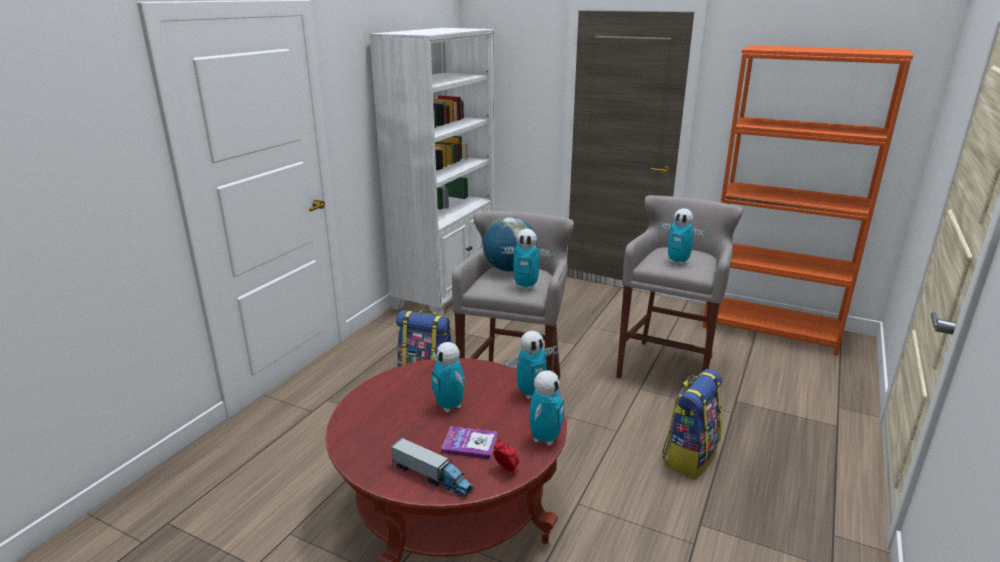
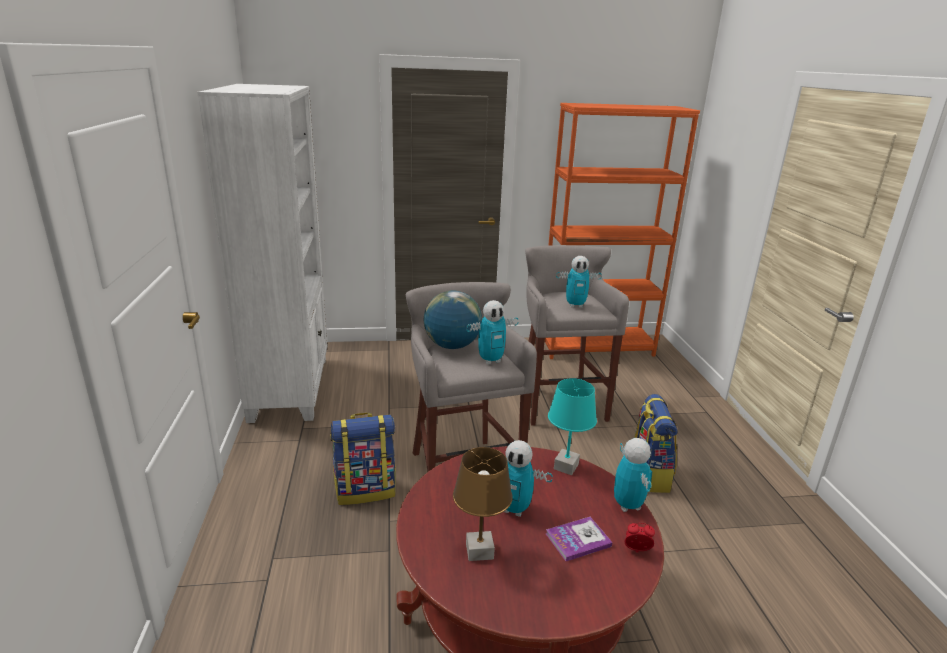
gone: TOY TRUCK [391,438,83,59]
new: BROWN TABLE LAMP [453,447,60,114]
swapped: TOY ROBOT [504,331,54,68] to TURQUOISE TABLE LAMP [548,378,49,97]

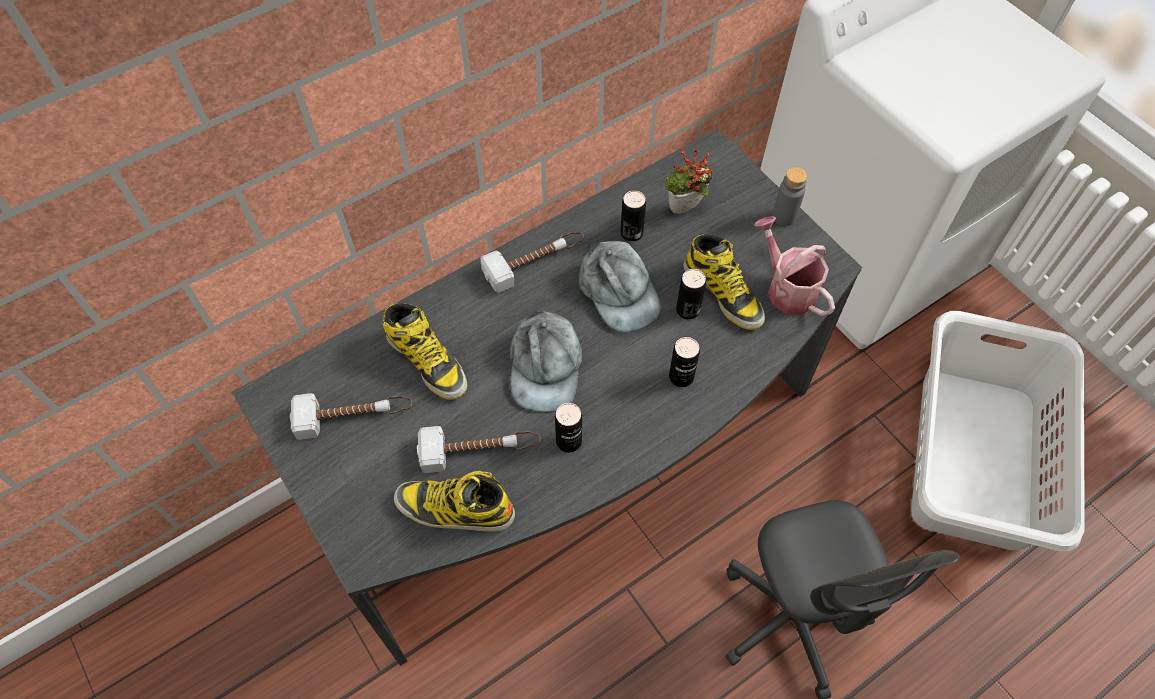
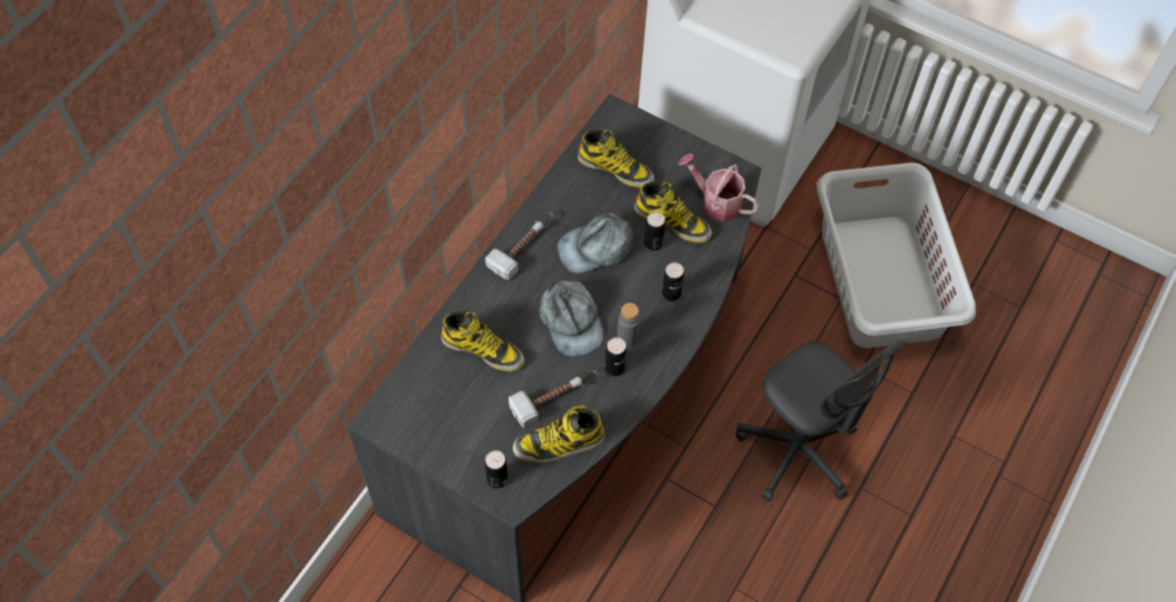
gone: HAMMER [290,393,123,47]
shifted: CAN [620,191,26,51] to [485,450,23,38]; GREY BOTTLE [772,167,35,59] to [617,303,23,44]
swapped: POTTED PLANT [665,148,48,66] to BOOT [578,130,76,58]
rotated: GREY CAP [579,241,82,91] = [557,213,78,61] 120 degrees clockwise

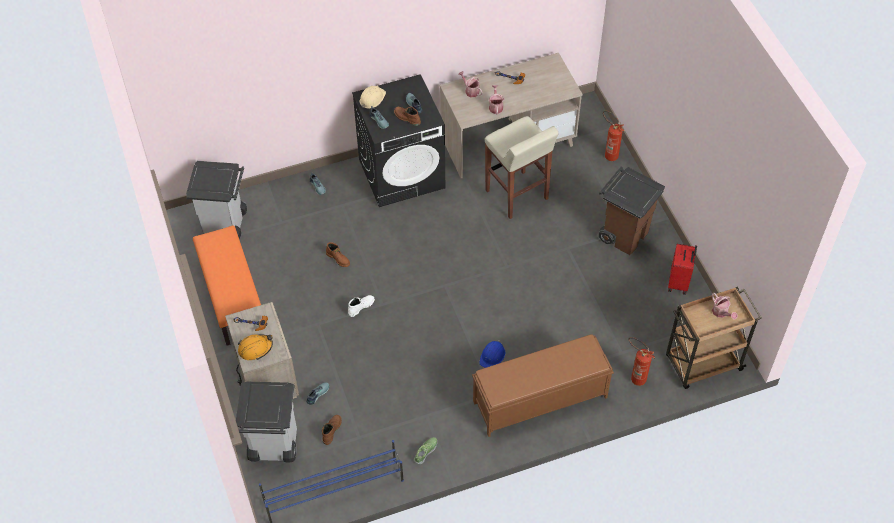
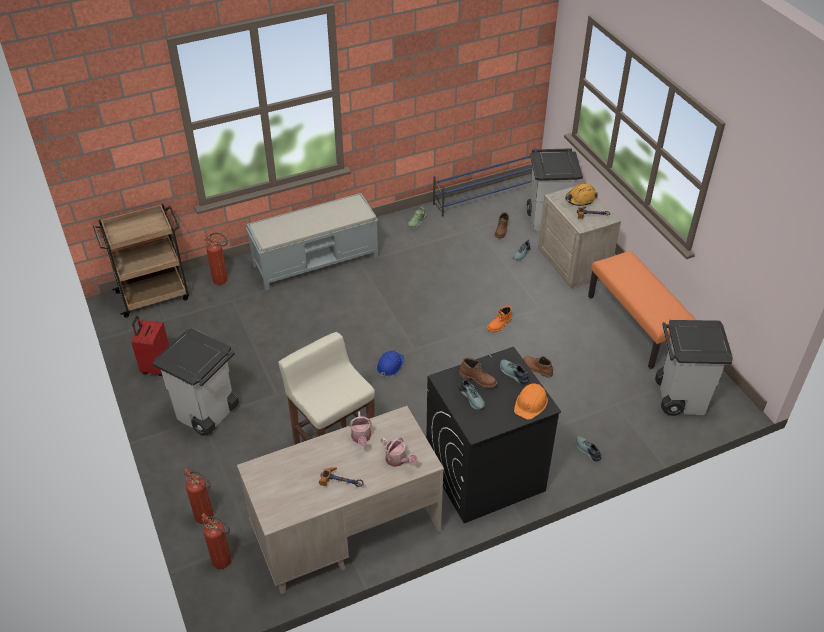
gone: WATERING CAN [712,293,26,26]
new: FIRE EXTINGUISHER [201,513,31,56]
shifted: BLUE HARD HAT [479,340,27,28] to [377,350,27,26]
repainted: WHITE BOOT [348,295,27,22] to ORANGE BOOT [487,306,25,26]; BEIGE HARD HAT [360,86,26,23] to ORANGE HARD HAT [514,384,34,36]; BROWN BENCH [472,334,142,103] to GREY BENCH [246,193,132,97]; BROWN TRASH CAN [599,166,66,89] to GREY TRASH CAN [152,328,87,108]

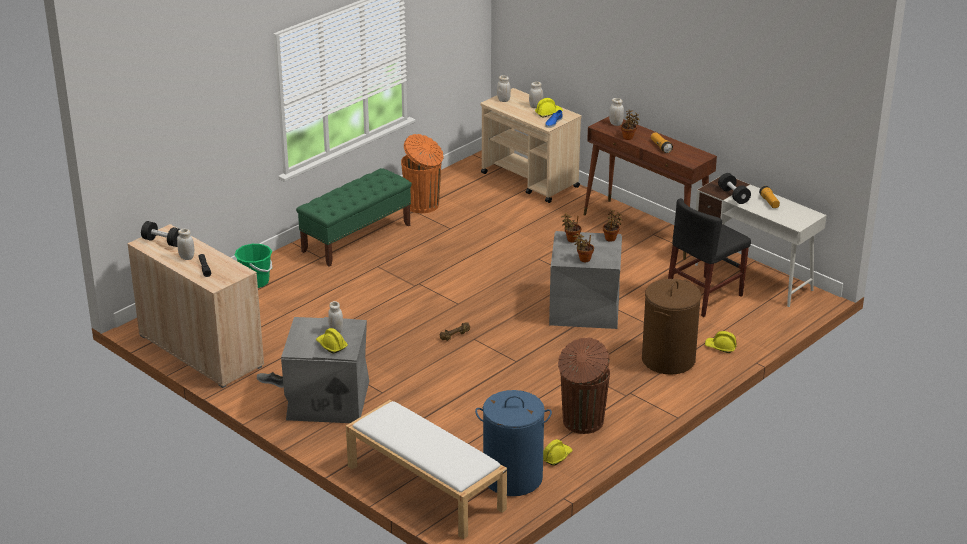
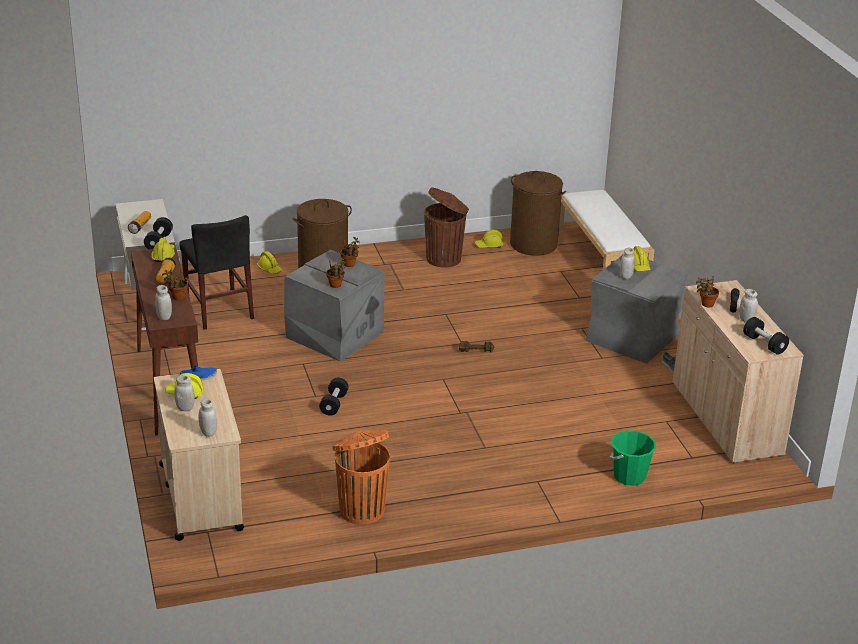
gone: GREEN BENCH [296,168,116,99]
new: YELLOW HARD HAT [152,238,23,24]; BLACK DUMBBELL [319,378,30,38]
shifted: POTTED PLANT [603,209,20,33] to [696,276,23,32]
repainted: BLUE LAUNDRY BASKET [475,390,77,106] to BROWN LAUNDRY BASKET [510,171,56,85]
rotated: BLACK CHAIR [668,198,83,119] = [179,215,75,115] 75 degrees clockwise

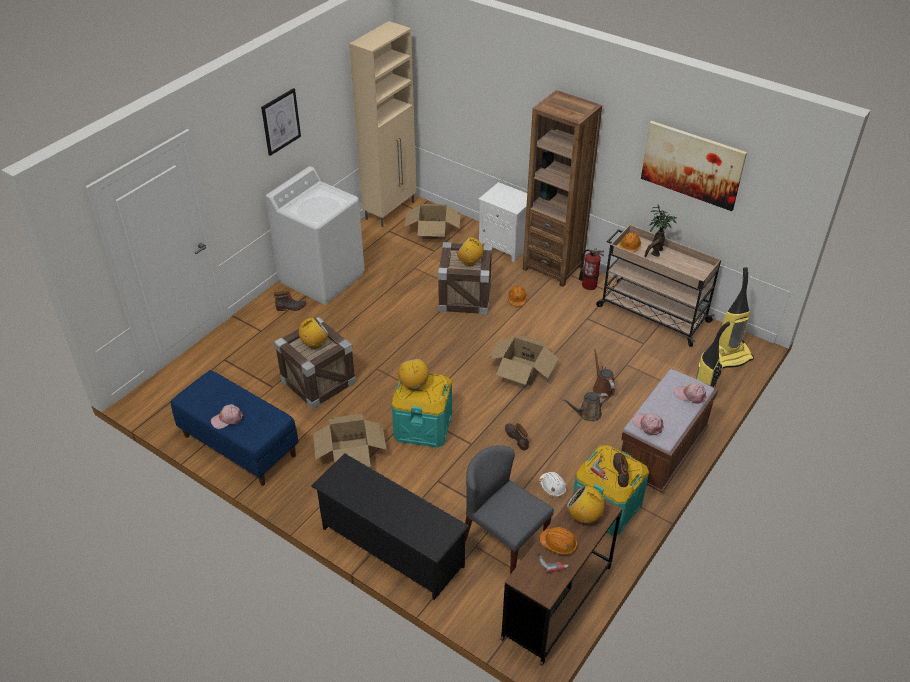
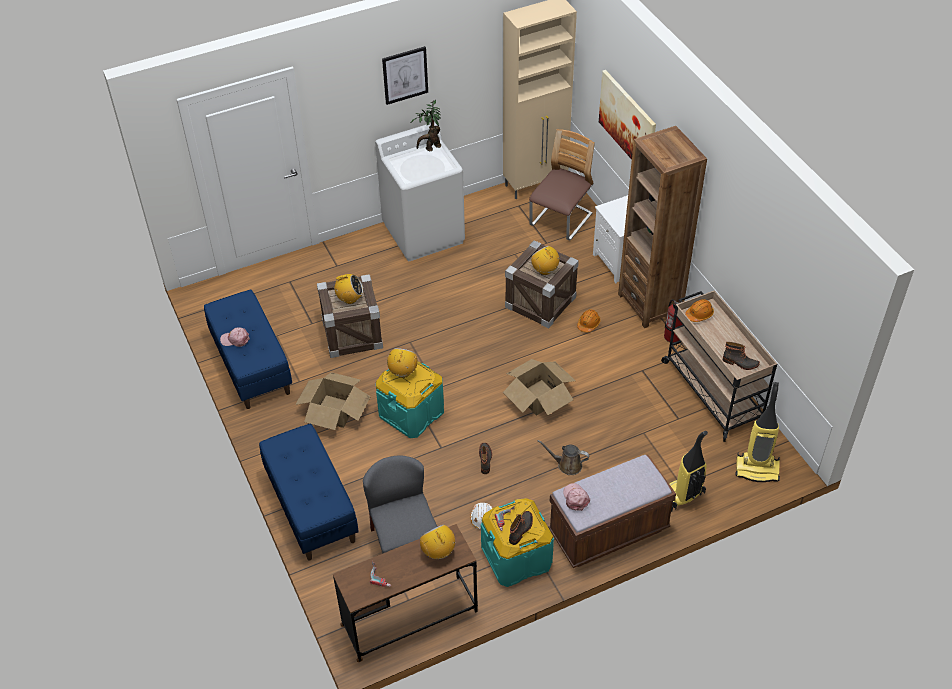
gone: ORANGE HARD HAT [540,527,37,28]; BROWN WATERING CAN [593,349,22,49]; PINK CAP [675,383,32,21]
shifted: BOOT [274,291,32,20] to [723,342,37,28]; PICTURE [641,121,106,90] to [599,70,57,90]; POTTED PLANT [644,204,33,54] to [411,100,30,51]
swapped: BLACK SHOE RACK [311,453,158,147] to BLUE BENCH [259,424,100,137]; CARDBOARD BOX [405,204,56,36] to CHAIR [529,129,66,112]

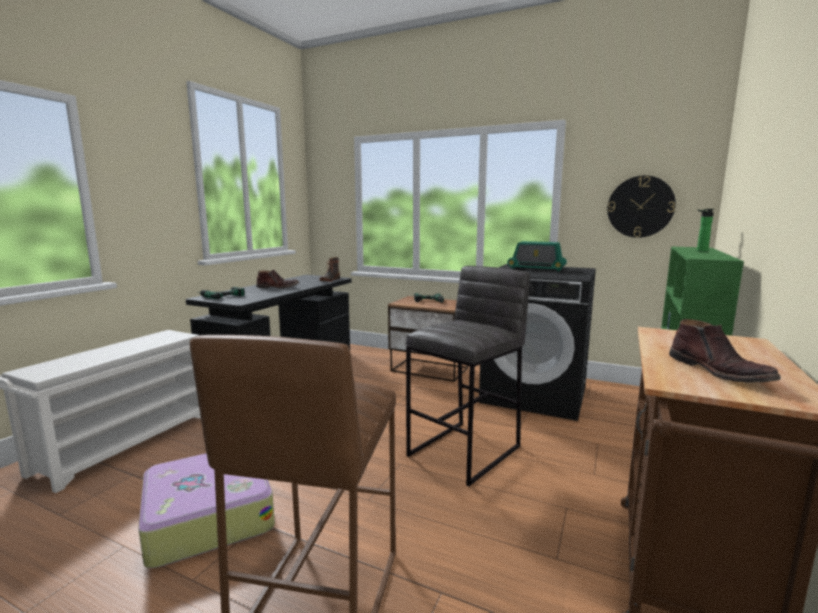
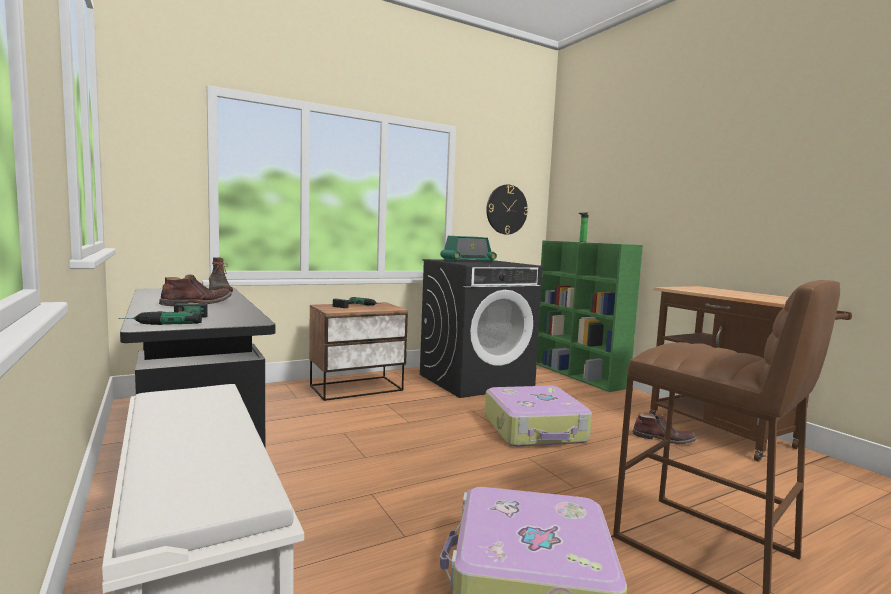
shifted: BROWN BOOT [669,319,112,64] to [632,412,66,32]
swapped: GREY STOOL [406,266,124,220] to SUITCASE [485,386,107,61]

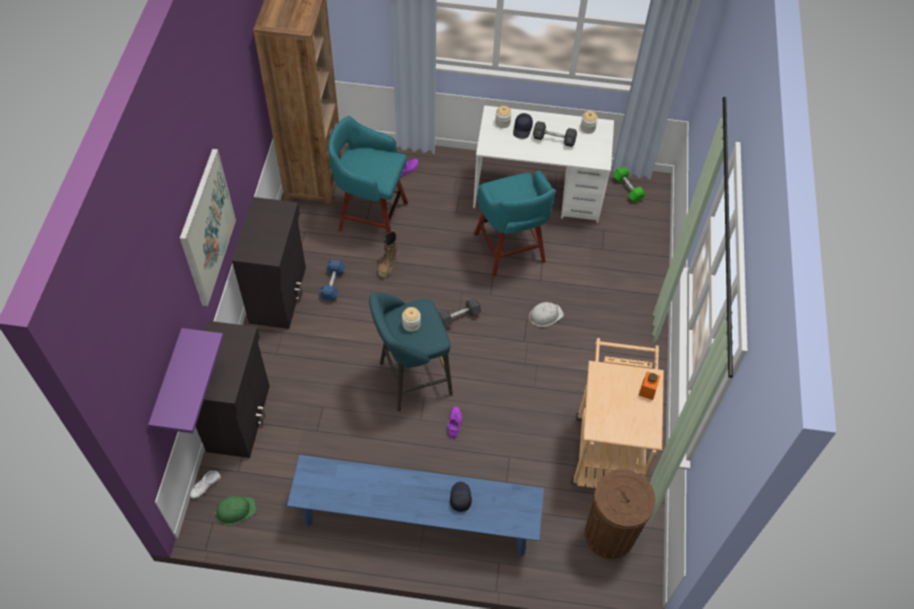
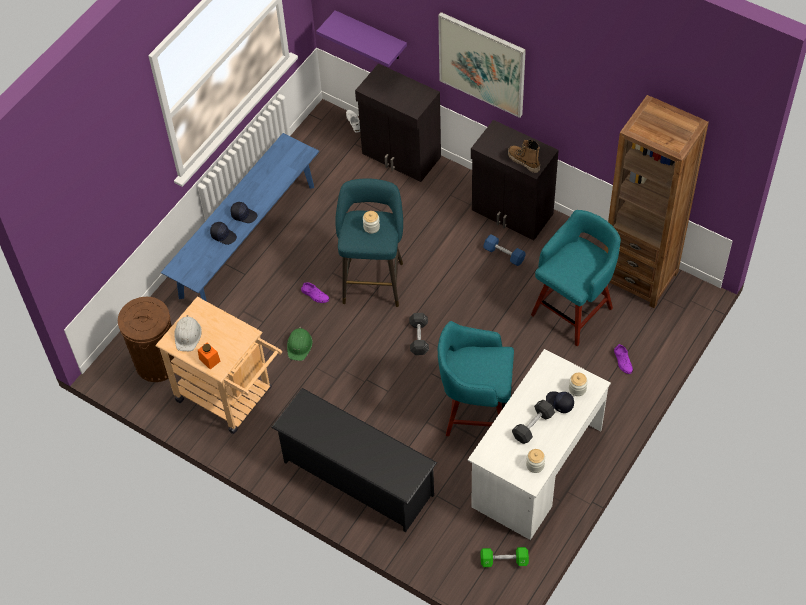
new: BLACK CAP [230,202,27,21]; BLACK SHOE RACK [271,388,166,144]
shifted: GREEN HARD HAT [214,496,42,29] to [287,327,26,34]; BOOT [377,230,20,48] to [508,140,32,33]; WHITE HARD HAT [529,302,35,25] to [174,315,28,36]

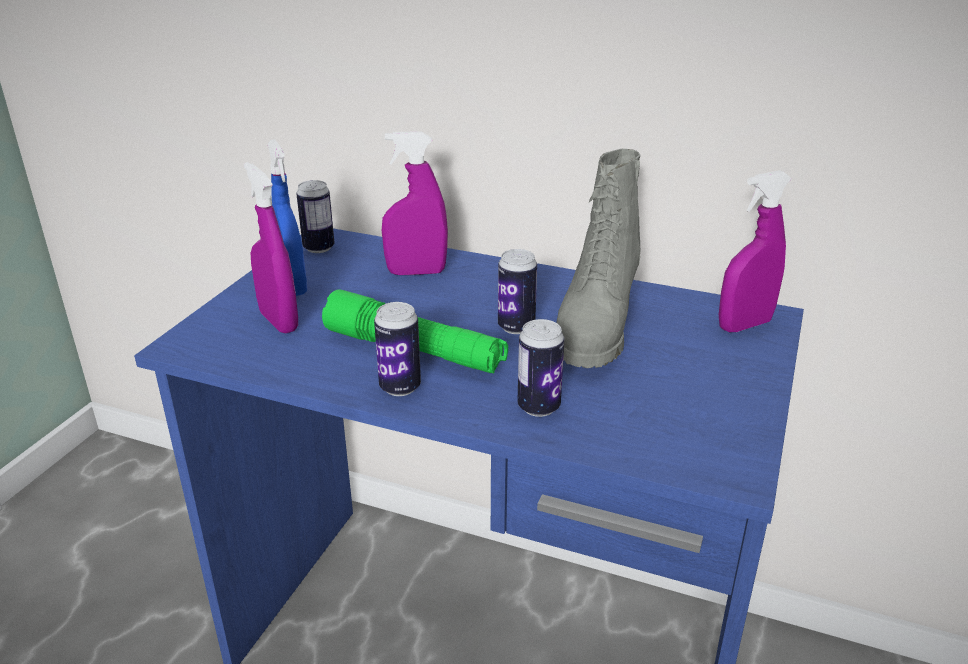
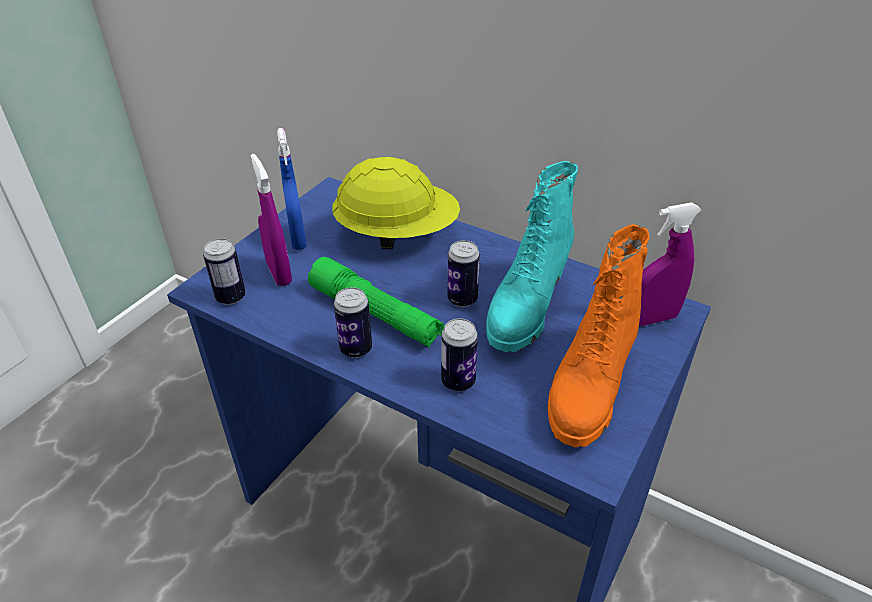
new: ORANGE BOOT [547,224,103,224]
shifted: CAN [296,180,39,73] to [203,238,42,67]
swapped: PURPLE SPRAY BOTTLE [382,132,66,143] to YELLOW HARD HAT [332,157,128,92]
repainted: GREY BOOT [556,149,85,219] to TURQUOISE BOOT [486,161,92,191]

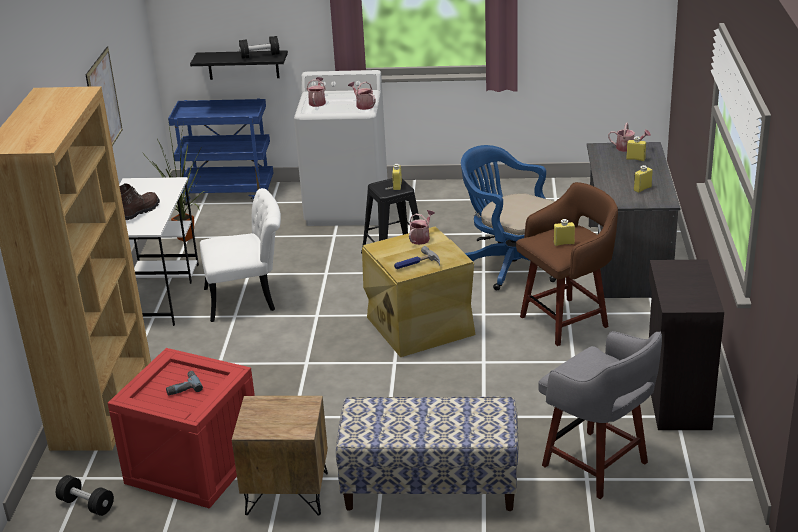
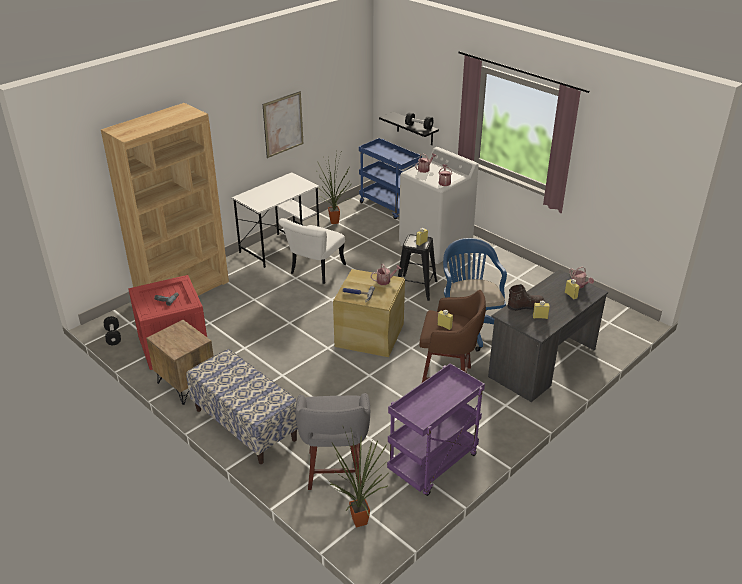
new: POTTED PLANT [329,427,59,100]
shifted: BROWN BOOT [119,183,41,37] to [507,284,37,27]
swapped: BLACK CABINET [649,259,75,171] to PURPLE CART [387,363,98,133]
rotated: WHITE CHAIR [200,188,81,134] = [278,218,68,66] 90 degrees clockwise

